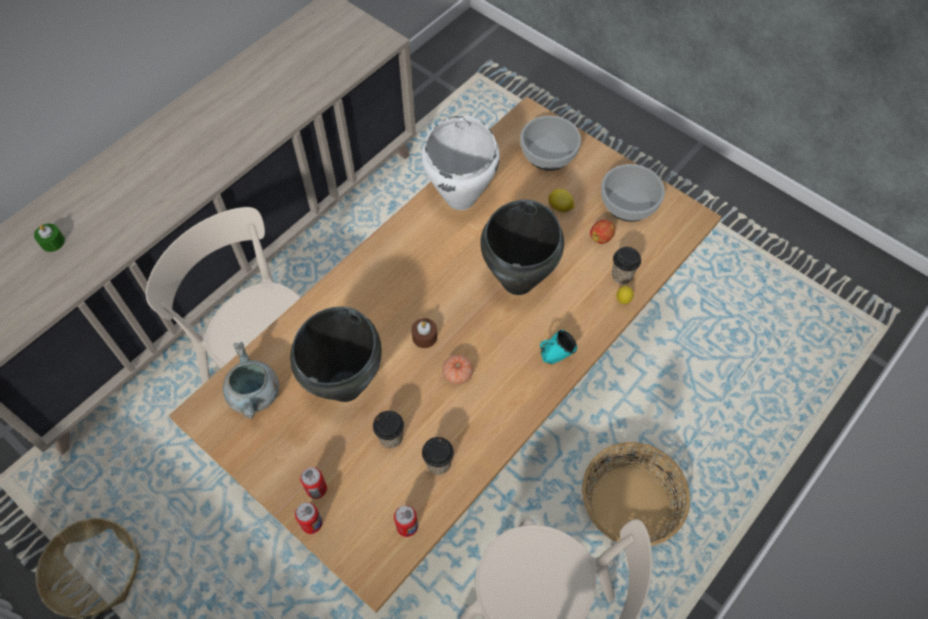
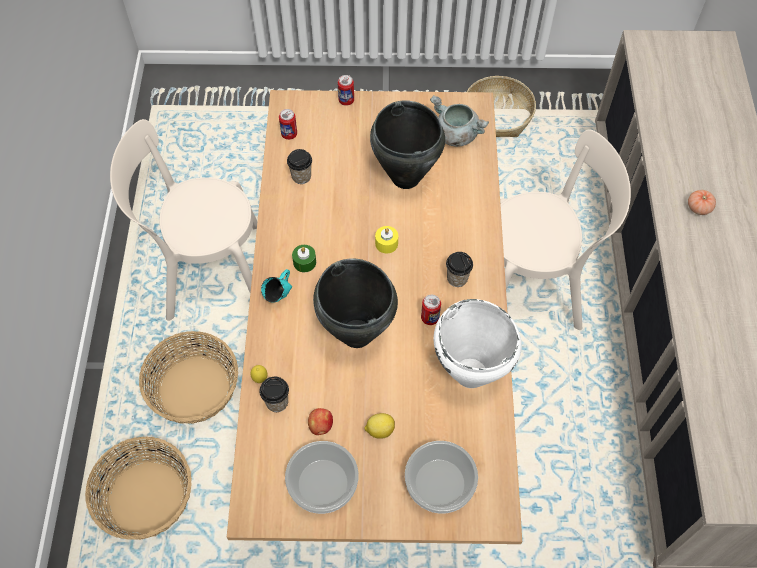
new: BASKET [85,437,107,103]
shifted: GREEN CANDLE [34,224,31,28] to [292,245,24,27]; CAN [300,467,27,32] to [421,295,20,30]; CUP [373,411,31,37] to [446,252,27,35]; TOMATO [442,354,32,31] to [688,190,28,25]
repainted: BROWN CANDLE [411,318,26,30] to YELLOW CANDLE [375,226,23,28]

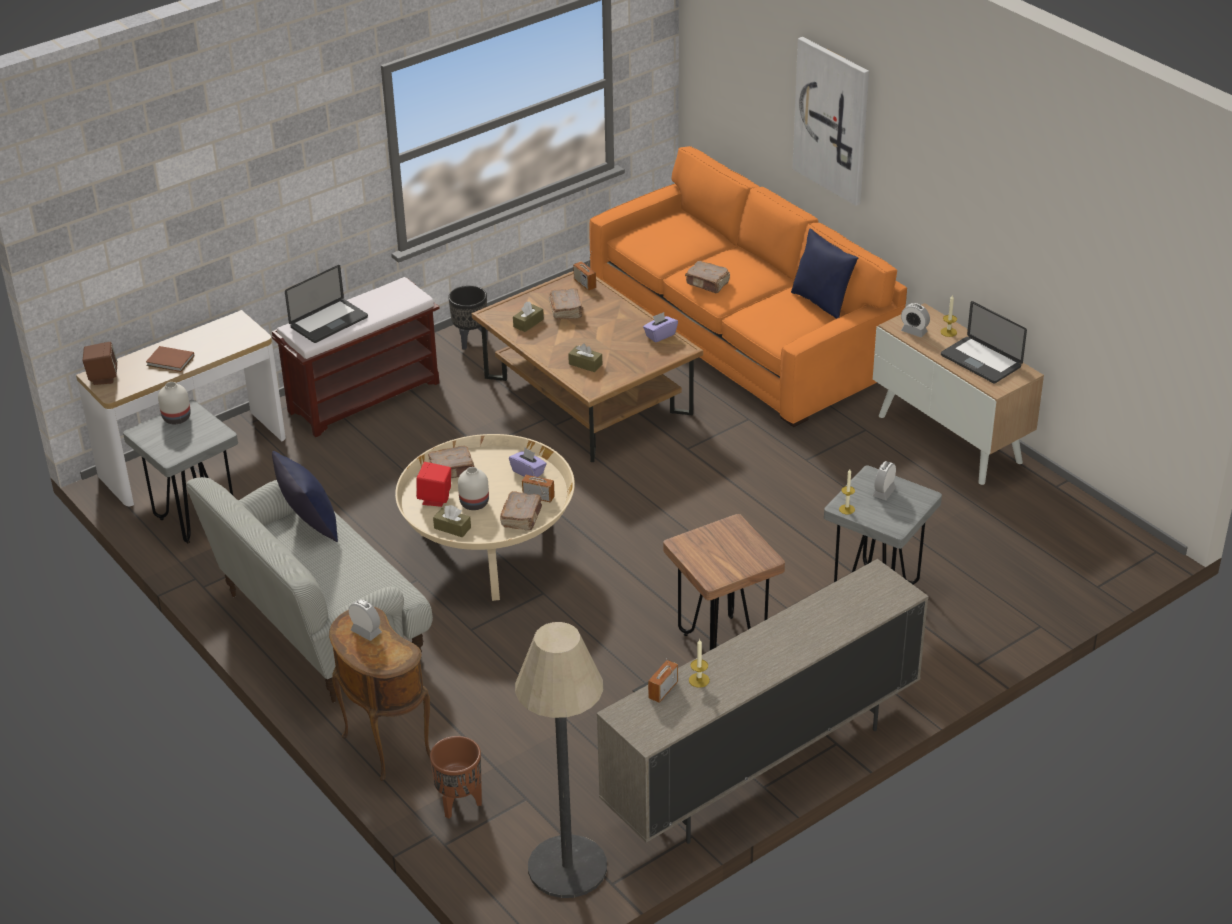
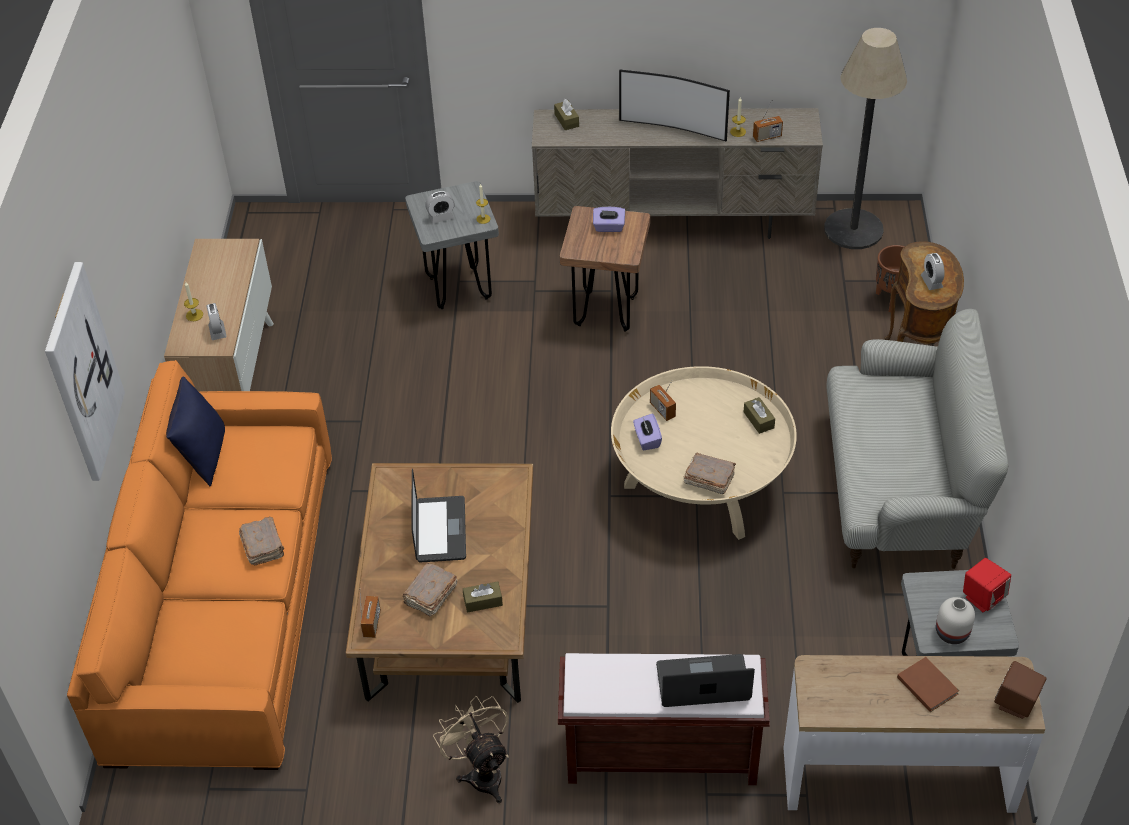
gone: BLUE PILLOW [272,451,66,91]; WHITE VASE [458,467,31,43]; BROWN BOOK [500,491,42,40]
new: TELEVISION [619,70,111,71]
shifted: RED SPEAKER [416,462,35,45] to [963,558,48,54]; BROWN TISSUE BOX [568,344,34,28] to [554,99,25,31]; PURPLE TISSUE BOX [643,312,35,31] to [593,207,32,25]; LAPTOP [941,301,86,82] to [412,469,54,94]
swapped: BLACK PLANTER [448,285,40,65] to BEIGE FAN [433,696,76,107]

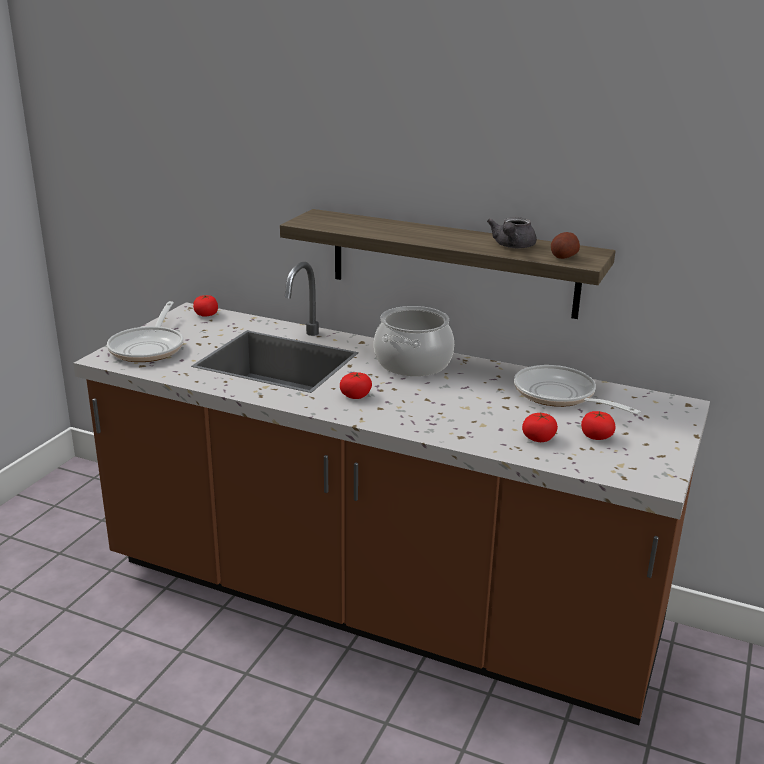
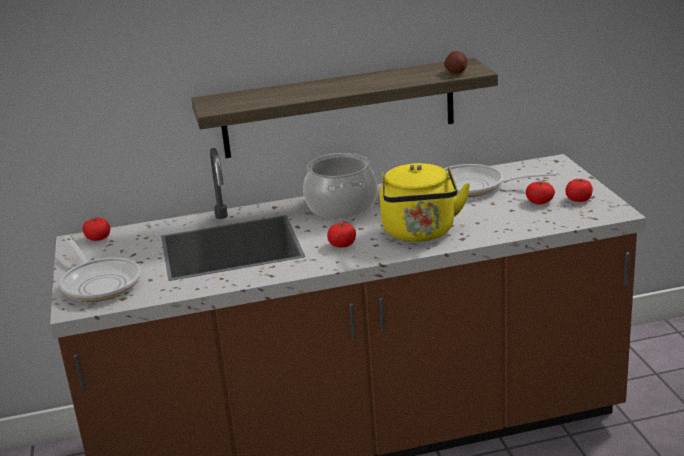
gone: GREY TEAPOT [487,217,50,32]
new: YELLOW KETTLE [380,163,90,79]
shifted: TOMATO [522,413,36,29] to [565,179,28,23]

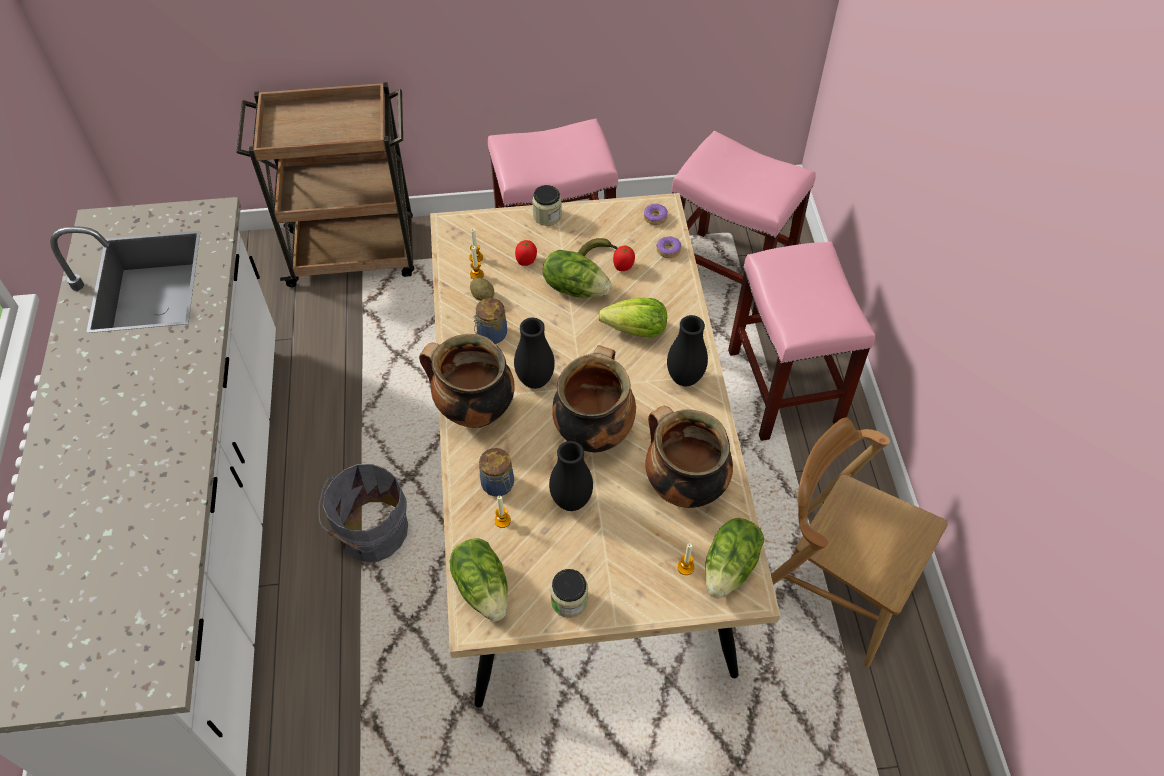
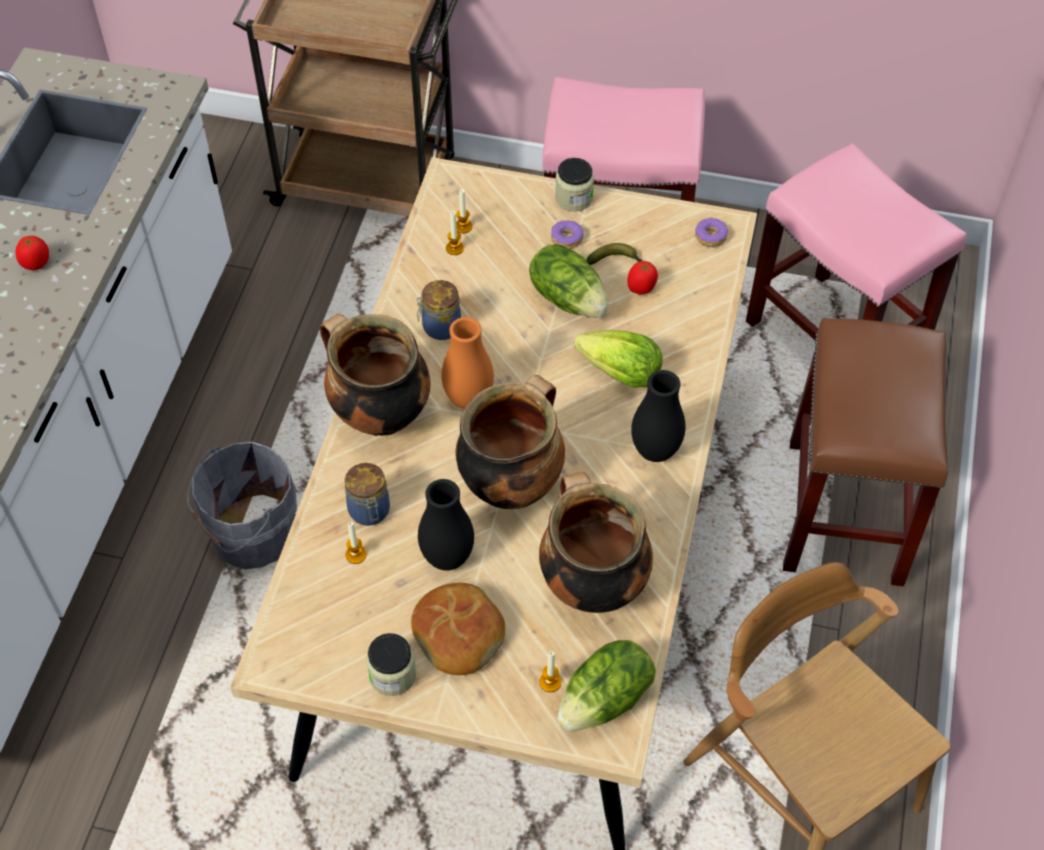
gone: LETTUCE [450,538,58,83]; POTATO [470,278,24,23]
new: BREAD [411,583,94,92]
shifted: TOMATO [515,240,22,26] to [16,236,33,34]; DONUT [656,236,26,22] to [551,220,32,29]
repainted: BLACK VASE [514,318,41,71] to ORANGE VASE [441,317,53,92]; PINK STOOL [728,242,147,199] to BROWN STOOL [783,318,165,269]

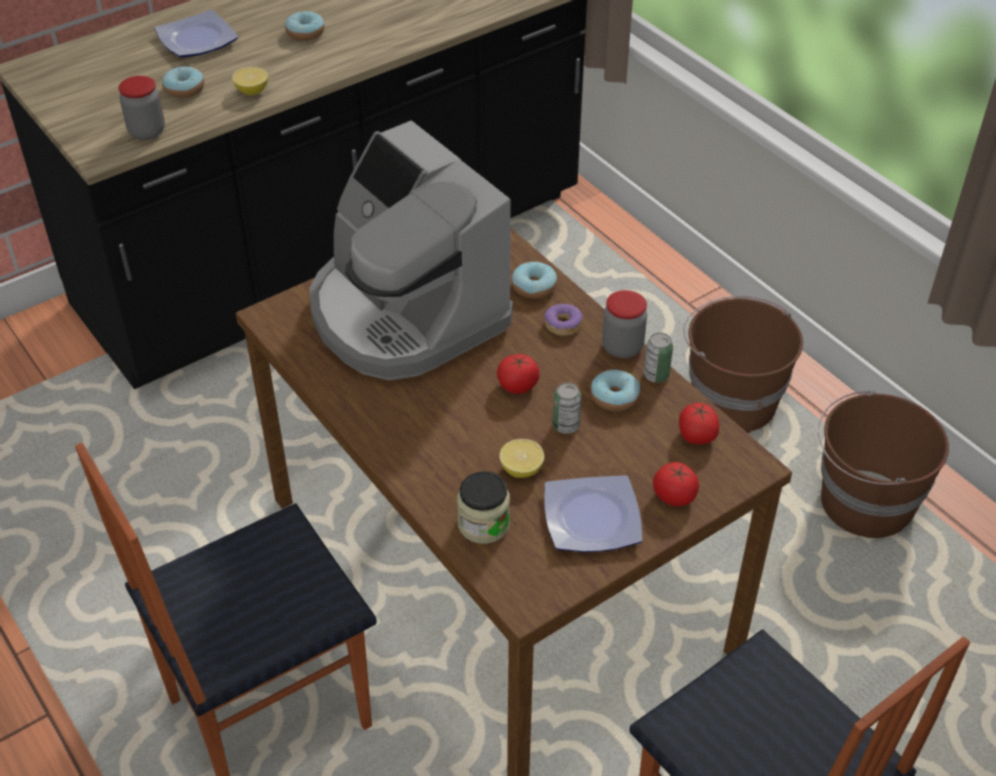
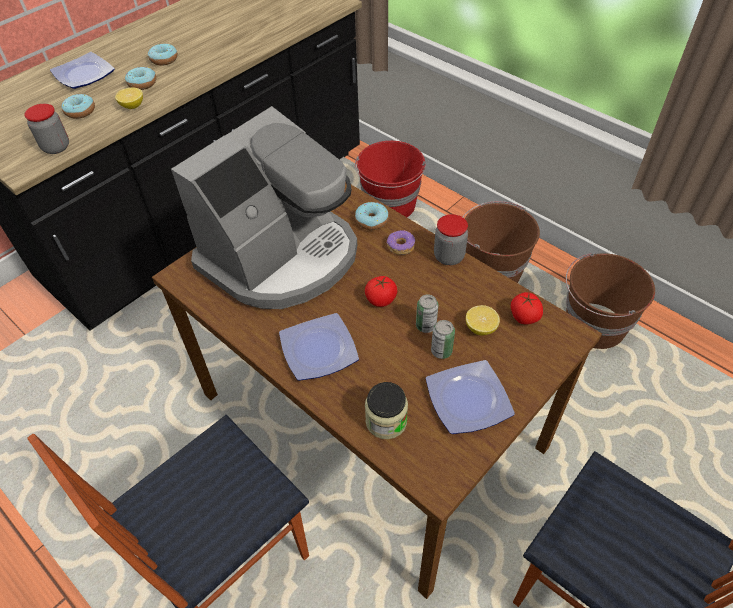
gone: TOMATO [653,462,46,45]
new: PLATE [279,313,80,68]; RED BUCKET [355,141,71,76]
shifted: LEMON [499,439,46,39] to [466,305,34,31]; DONUT [591,370,49,42] to [125,67,31,23]; CAN [644,333,29,50] to [431,320,24,39]
rotated: COFFEE MACHINE [309,120,204,261] = [171,106,186,203] 90 degrees counterclockwise

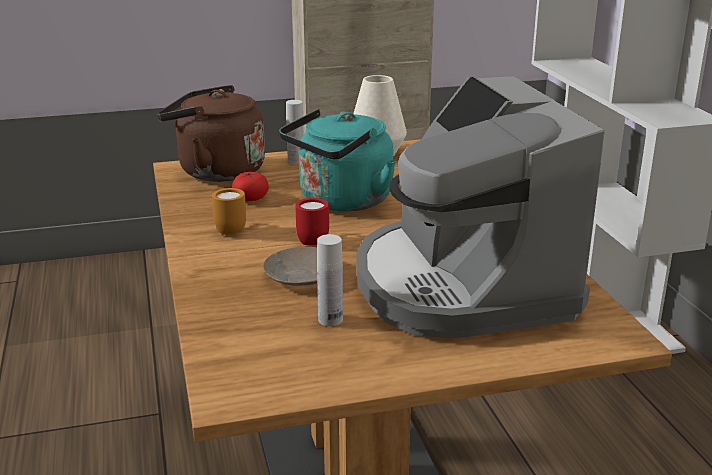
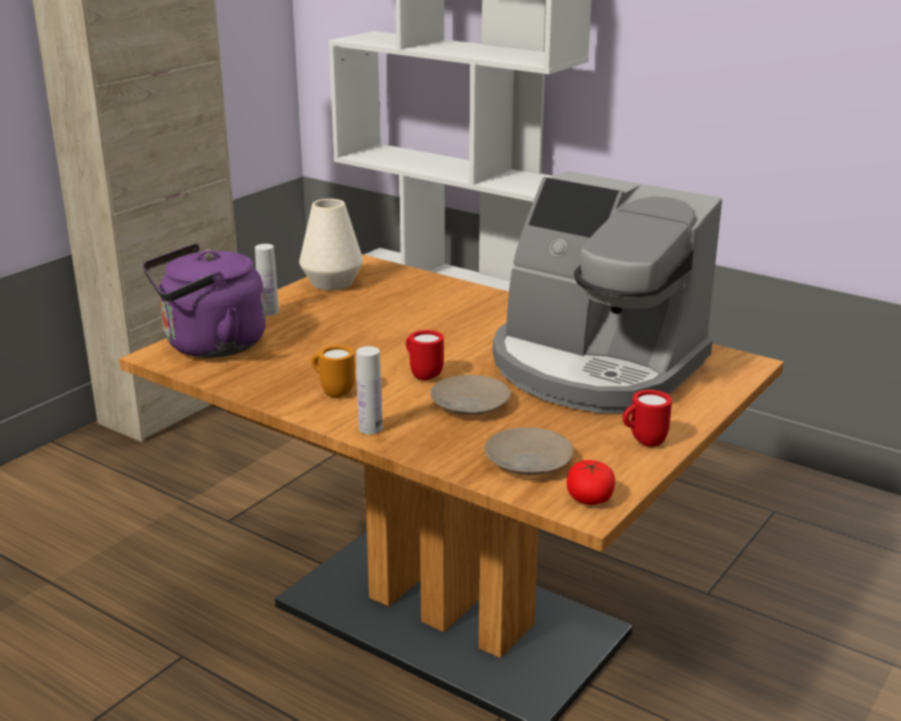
gone: TURQUOISE KETTLE [279,109,117,102]
new: BEIGE PLATE [484,427,90,48]; RED MUG [623,390,49,57]
shifted: TOMATO [232,172,37,29] to [567,460,48,45]; WHITE BOTTLE [317,234,26,92] to [356,346,27,89]
repainted: BROWN KETTLE [157,85,108,97] to PURPLE KETTLE [143,243,123,115]

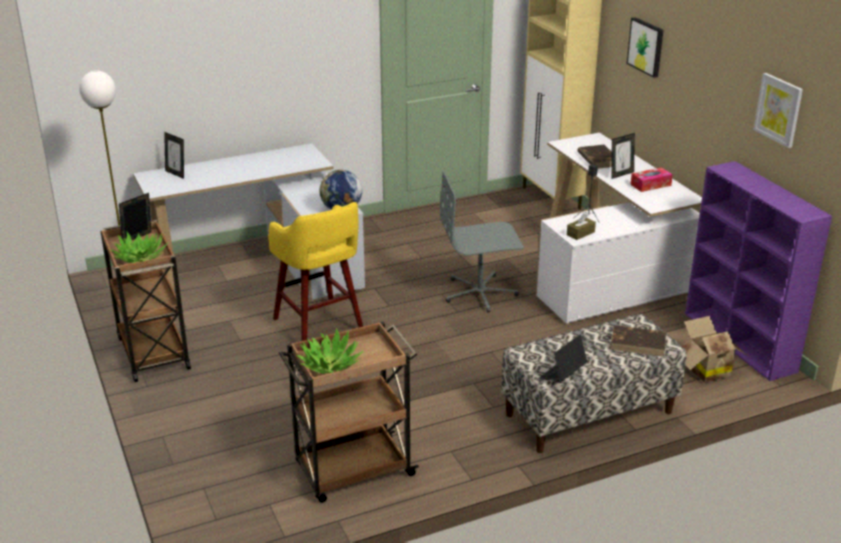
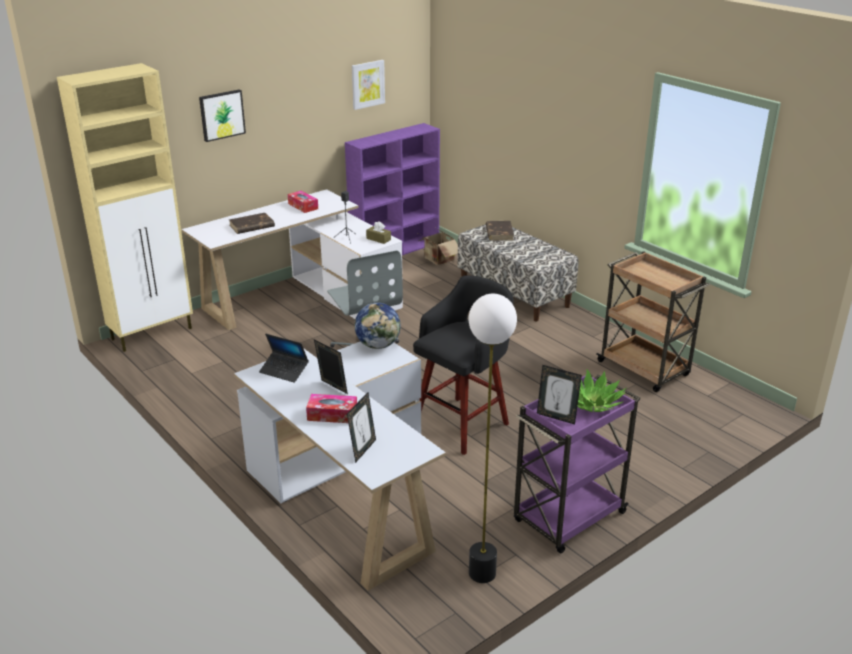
gone: POTTED PLANT [296,328,67,46]
new: TISSUE BOX [306,394,51,29]
shifted: LAPTOP [538,335,50,46] to [259,334,50,49]; PICTURE FRAME [611,133,24,46] to [314,340,34,54]
repainted: BROWN CART [100,220,91,162] to PURPLE CART [514,374,127,180]; YELLOW STOOL [268,202,95,139] to BLACK STOOL [413,275,100,180]

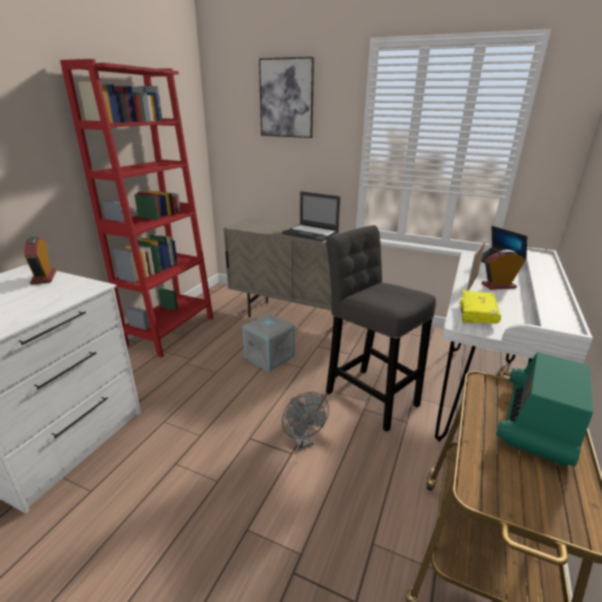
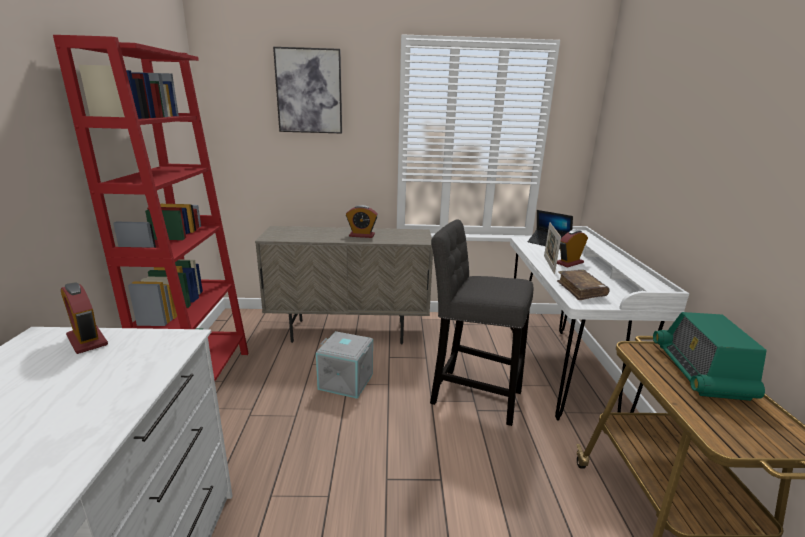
gone: GREY FAN [282,392,47,58]
swapped: LAPTOP [282,191,58,51] to ALARM CLOCK [346,205,32,33]
repainted: YELLOW BOOK [460,290,41,33] to BROWN BOOK [557,270,52,30]

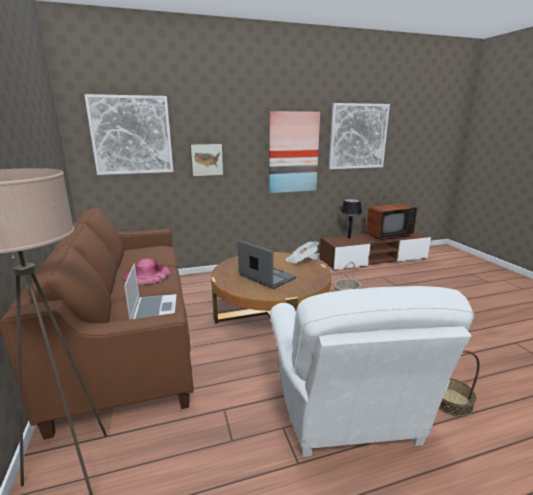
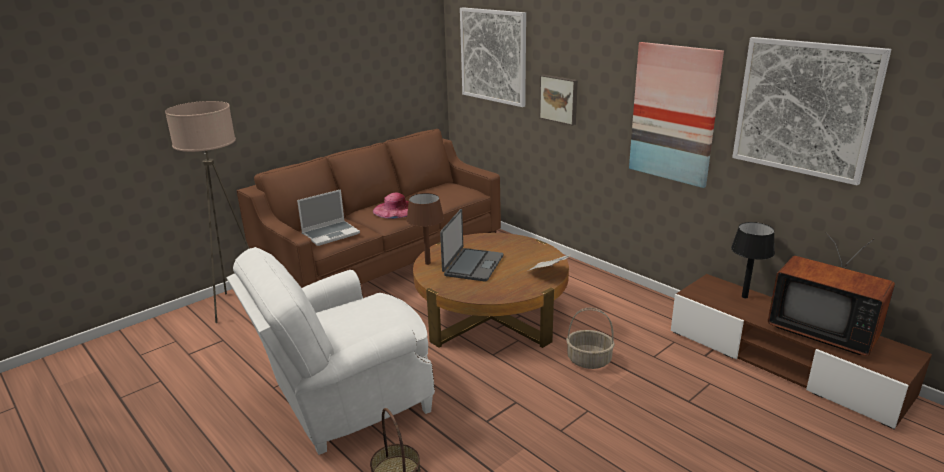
new: BROWN TABLE LAMP [406,193,38,72]

